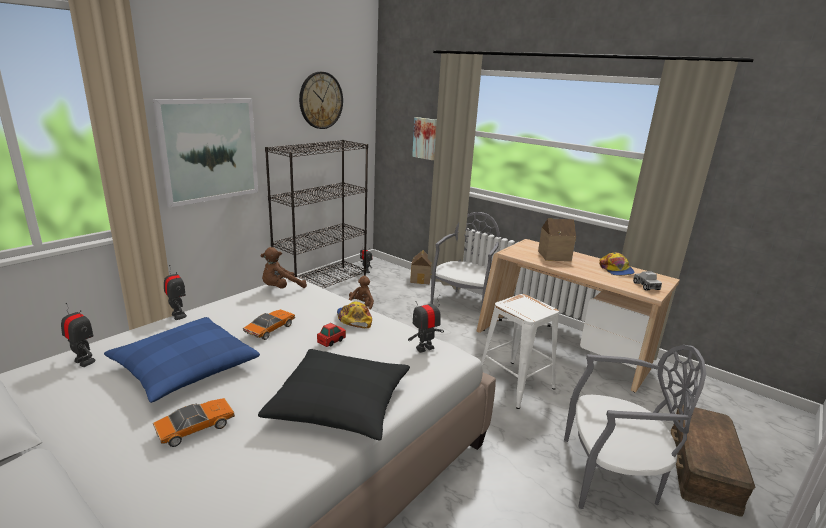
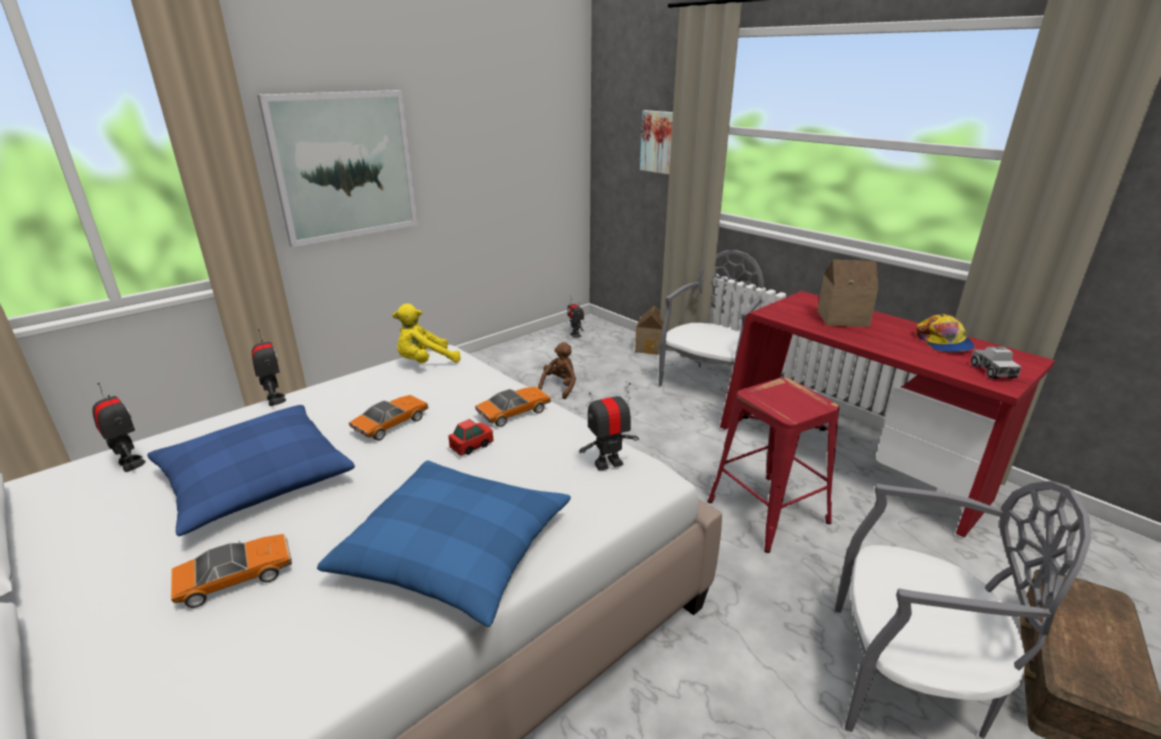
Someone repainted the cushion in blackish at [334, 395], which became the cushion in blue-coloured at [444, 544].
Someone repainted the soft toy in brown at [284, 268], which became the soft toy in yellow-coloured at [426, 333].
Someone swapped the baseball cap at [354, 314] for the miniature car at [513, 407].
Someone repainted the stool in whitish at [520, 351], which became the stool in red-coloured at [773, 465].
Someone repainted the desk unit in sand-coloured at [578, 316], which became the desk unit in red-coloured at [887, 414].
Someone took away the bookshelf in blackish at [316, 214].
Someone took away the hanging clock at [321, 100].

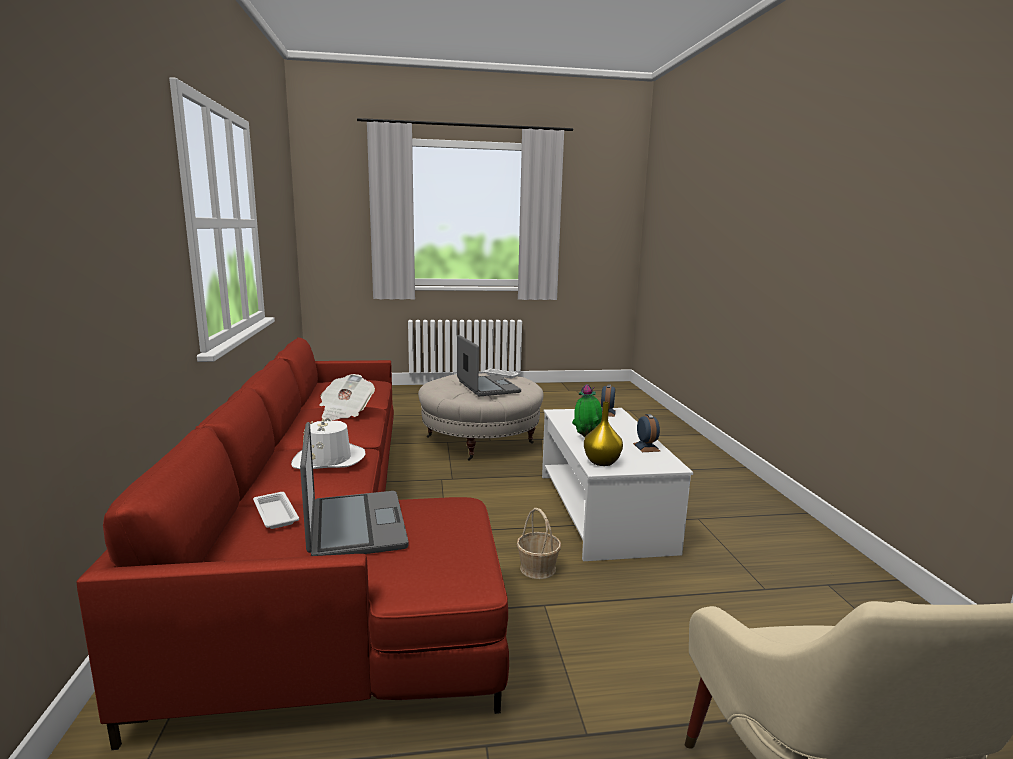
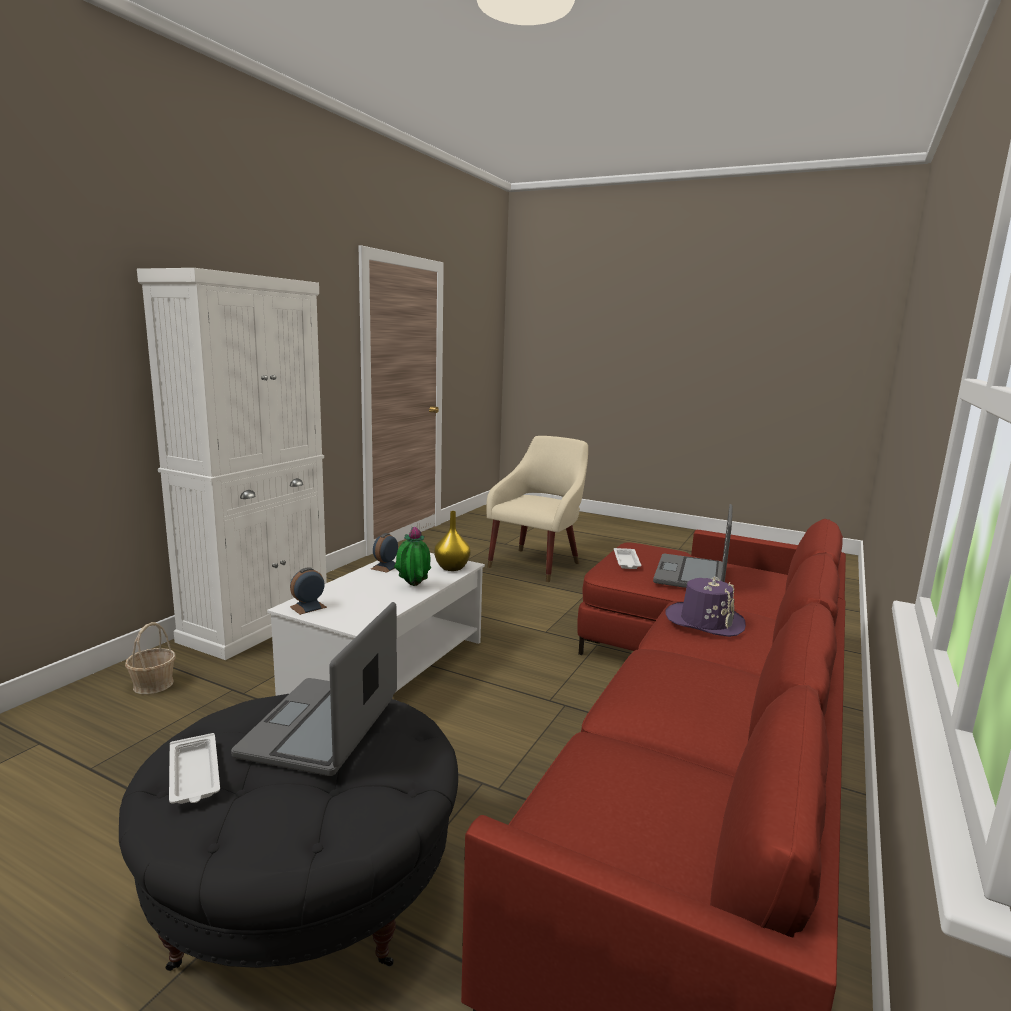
Someone repainted the ottoman in sand-coloured at [481, 417], which became the ottoman in blackish at [288, 832].
Someone carried the basket from [539, 543] to [150, 658].
Someone put down the cupboard in whitish at [232, 464].
Someone carried the serving tray in whitish from [276, 510] to [627, 558].
Someone repainted the clothing hat in whitish at [328, 443], which became the clothing hat in purplish at [705, 606].
Someone took away the printed paper at [347, 397].

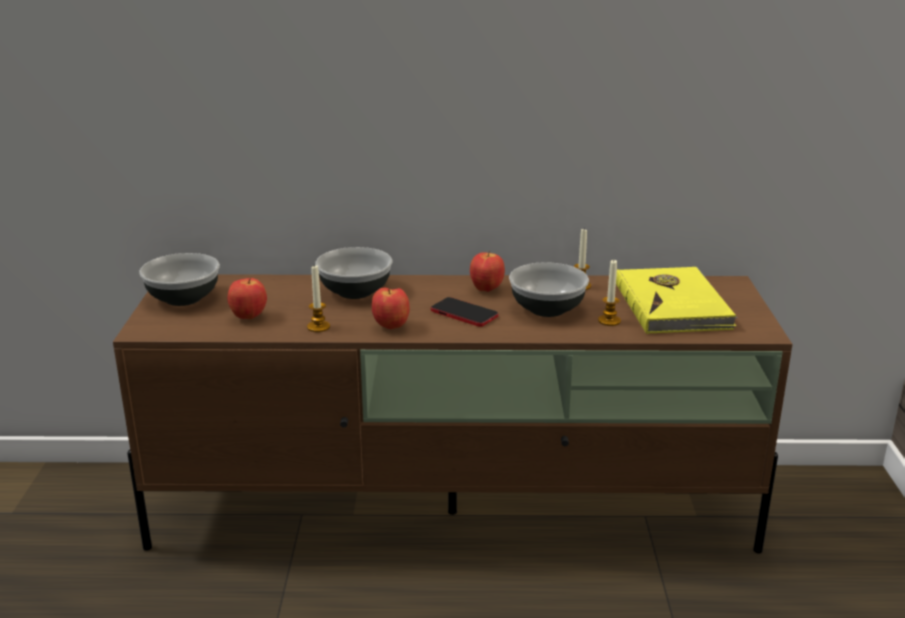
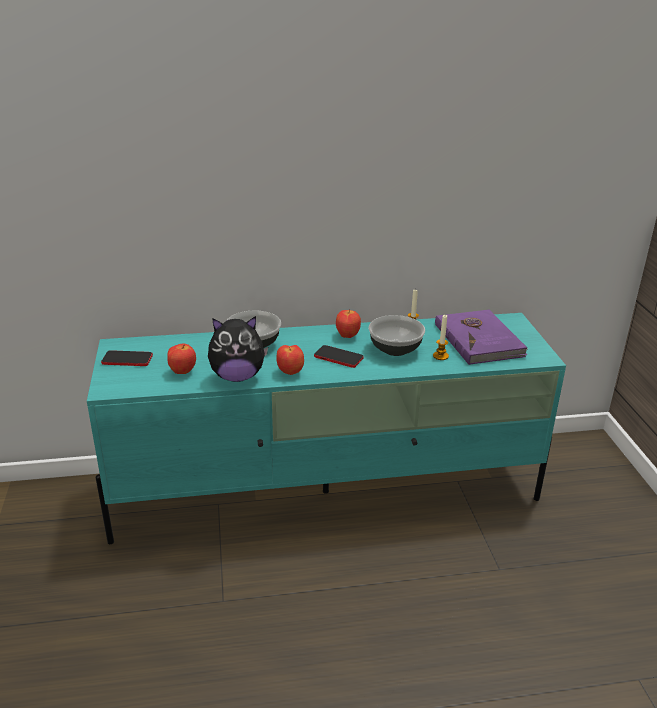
Someone repainted the tv unit in brown at [452, 413], which became the tv unit in blue-green at [326, 428].
Someone swapped the serving bowl at [179, 279] for the handset at [127, 358].
Someone swapped the candle at [318, 298] for the soft toy at [238, 349].
Someone repainted the volume in yellow-coloured at [676, 300], which became the volume in purplish at [481, 337].

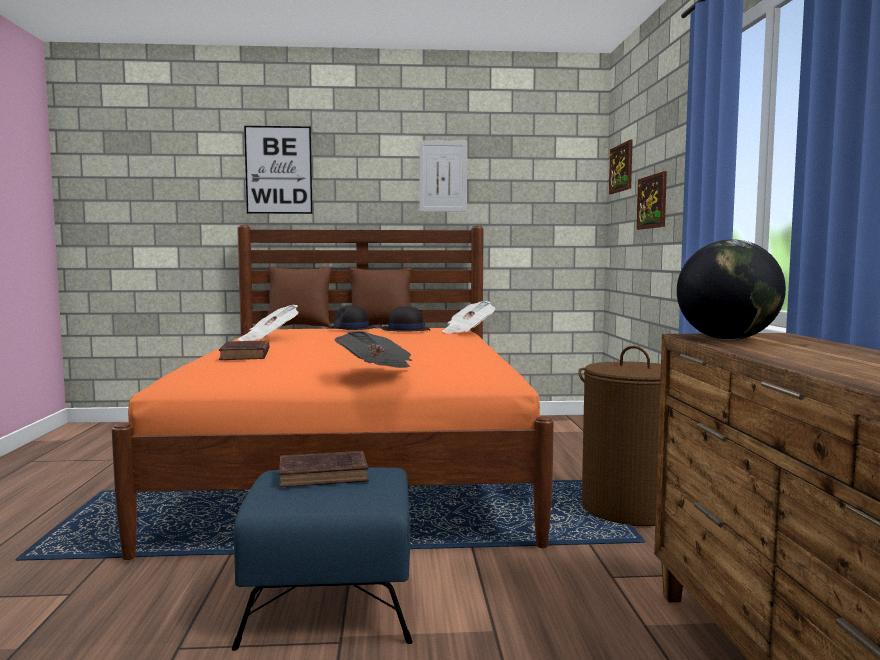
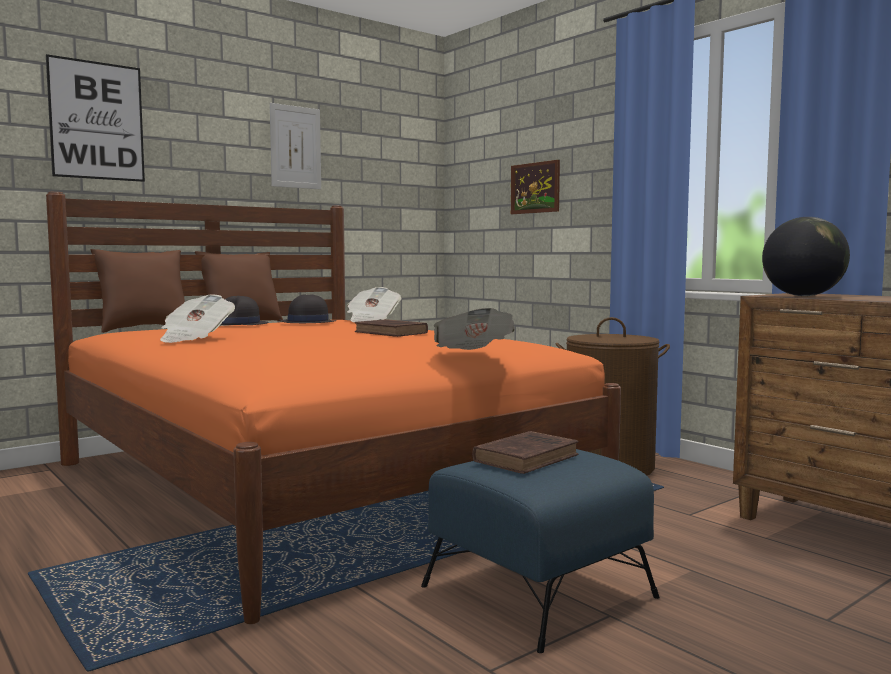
Someone carried the volume in brown from [244, 350] to [391, 328].
Someone took away the wall art at [621, 167].

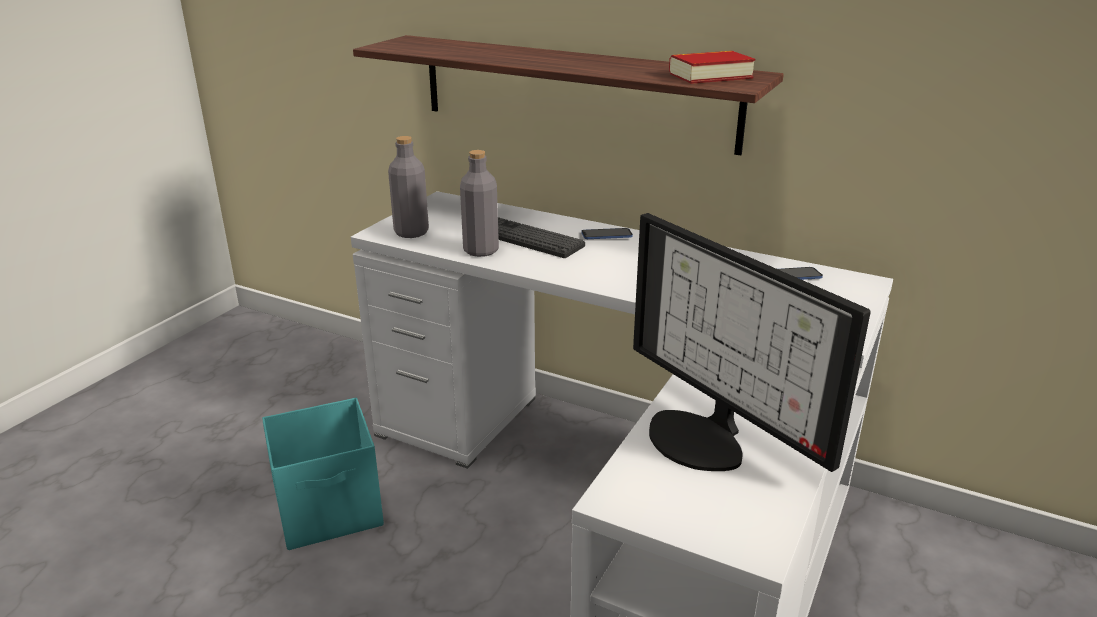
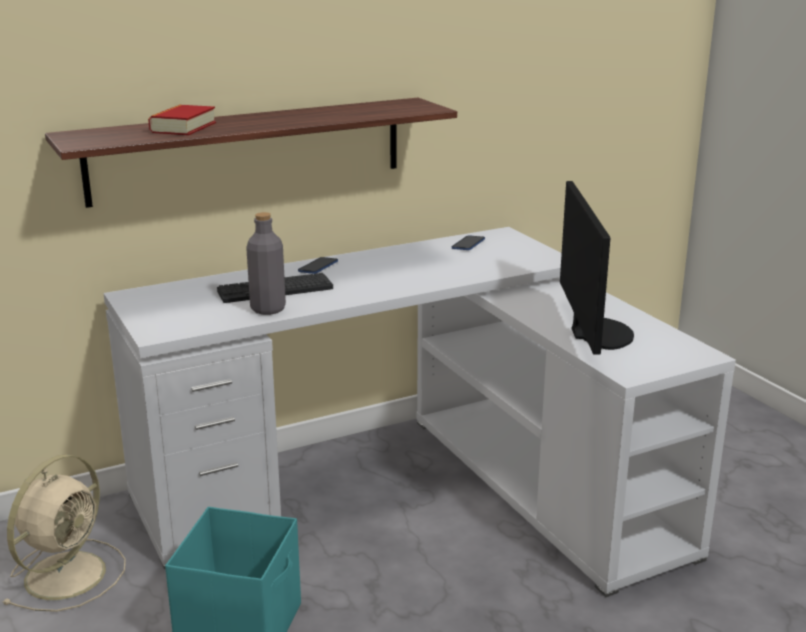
Someone put down the electric fan in sand-coloured at [64, 533].
Someone carried the volume from [712, 67] to [182, 120].
Someone rotated the computer display at [752, 342] by 90 degrees counterclockwise.
Someone took away the drink bottle in greyish at [408, 187].

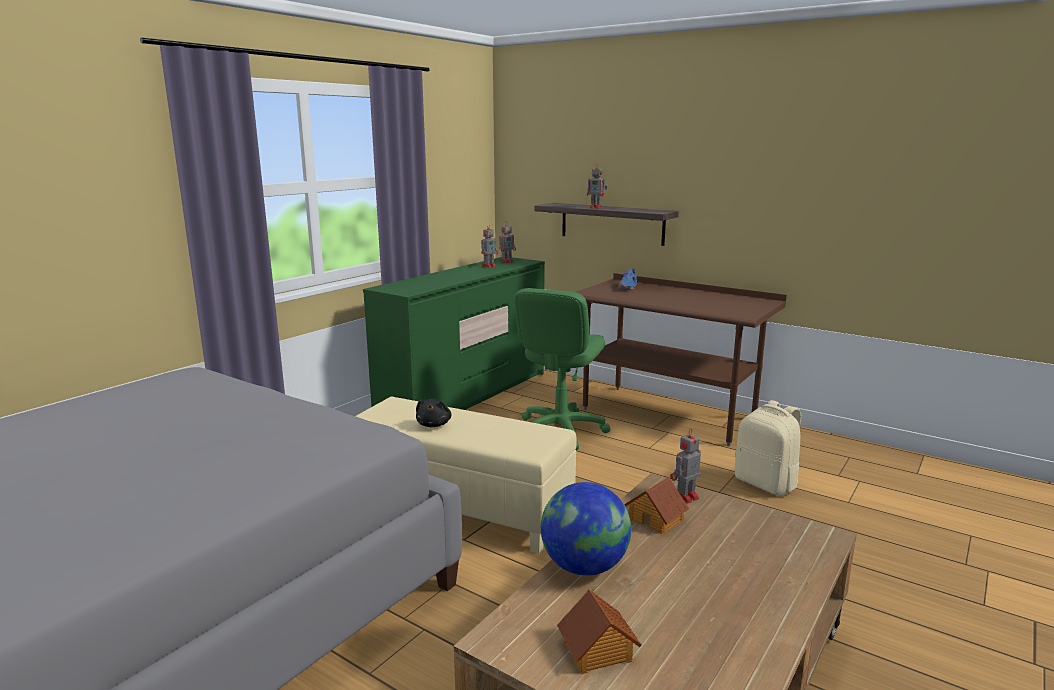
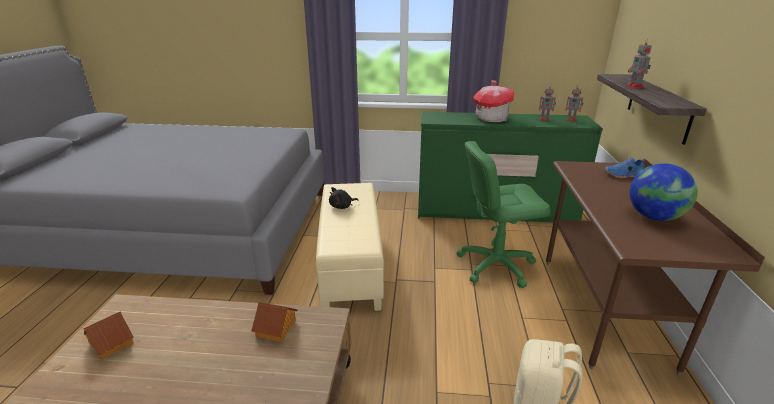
Someone put down the model house at [493, 101].
Someone carried the globe from [586, 529] to [663, 192].
Someone took away the model robot at [685, 466].

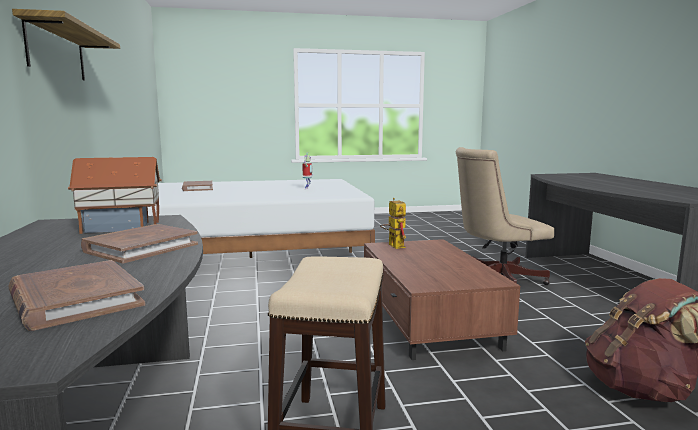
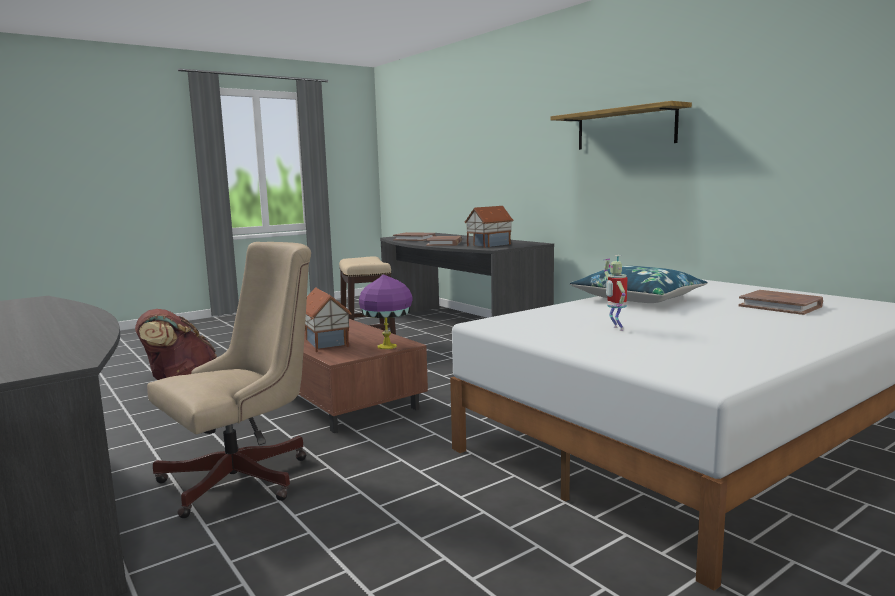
Someone put down the model house at [328, 319].
Someone swapped the model robot at [393, 223] for the tabletop lamp in purplish at [385, 311].
Someone put down the cushion in blue-coloured at [639, 284].

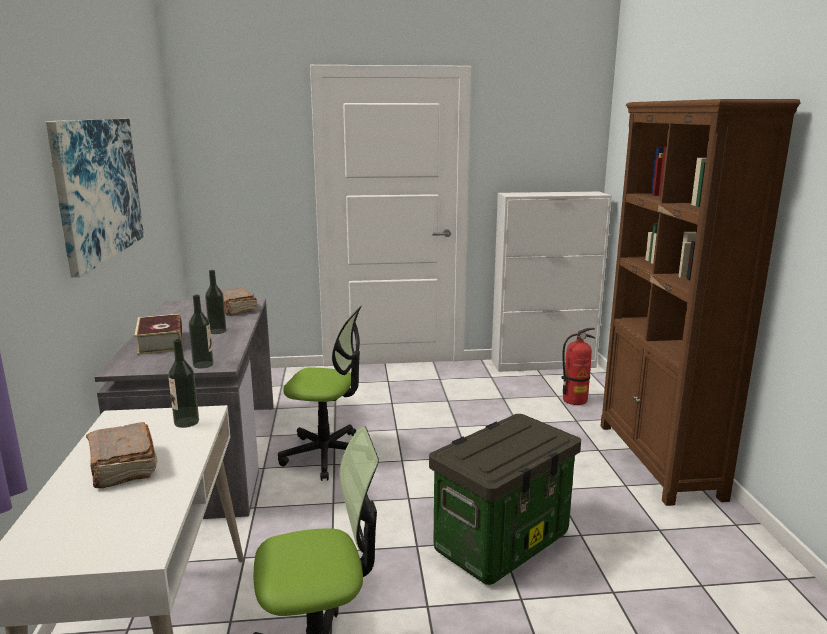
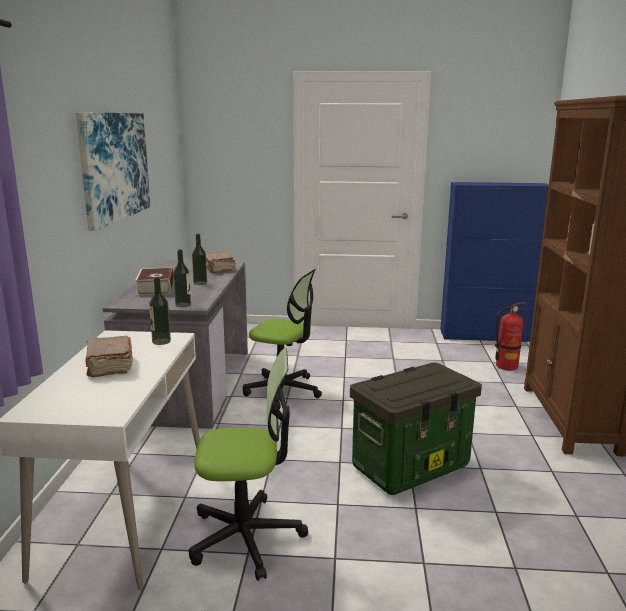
Someone repainted the cupboard in whitish at [551, 282], which became the cupboard in blue-coloured at [494, 262].

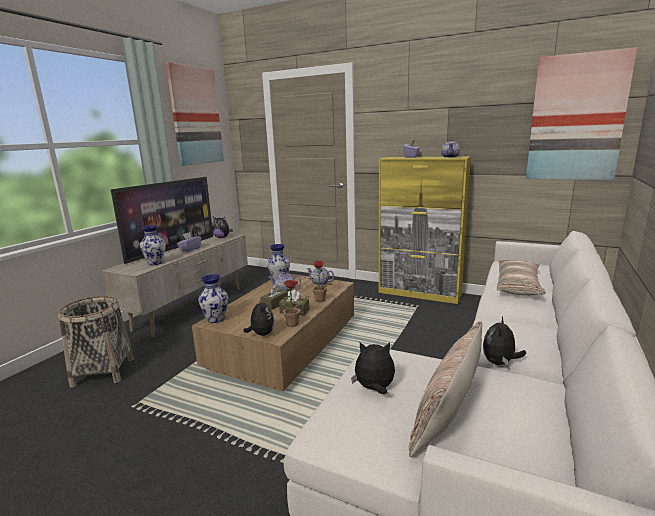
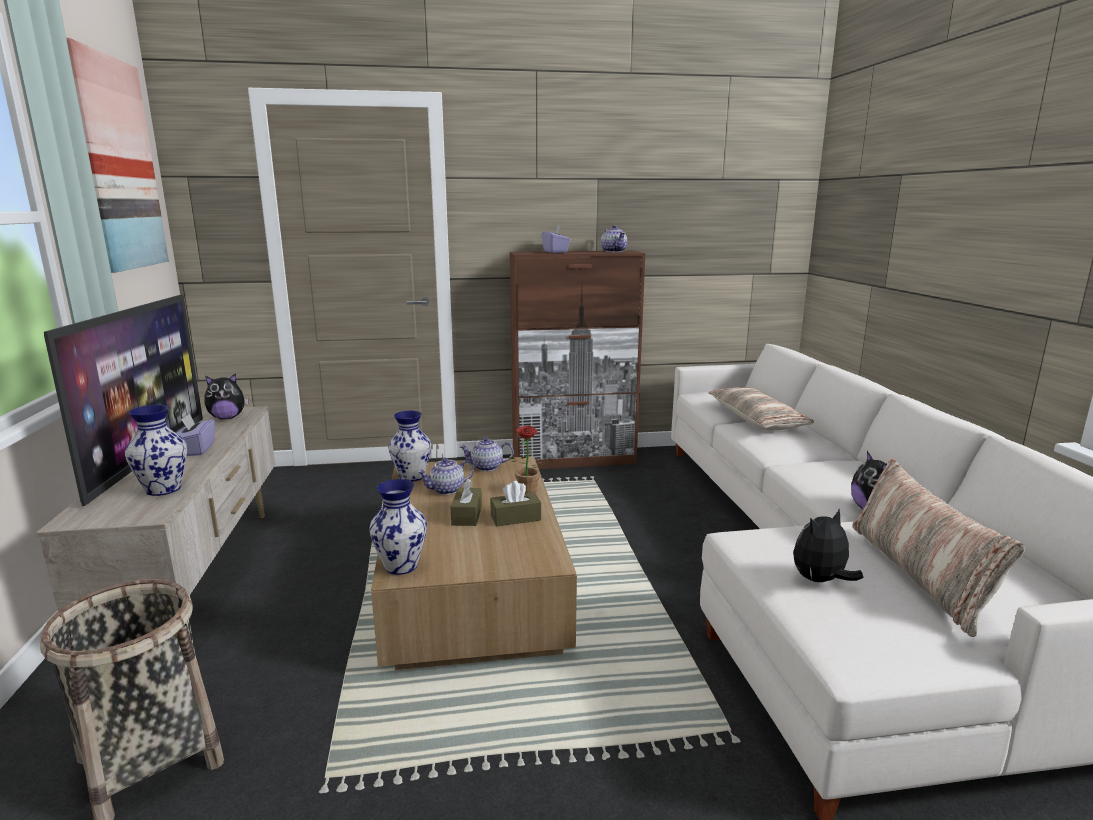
Someone repainted the cupboard in yellow-coloured at [425, 230], which became the cupboard in brown at [578, 360].
Someone took away the soft toy at [259, 317].
Someone took away the plant in a pot at [296, 303].
Someone took away the wall art at [581, 113].

